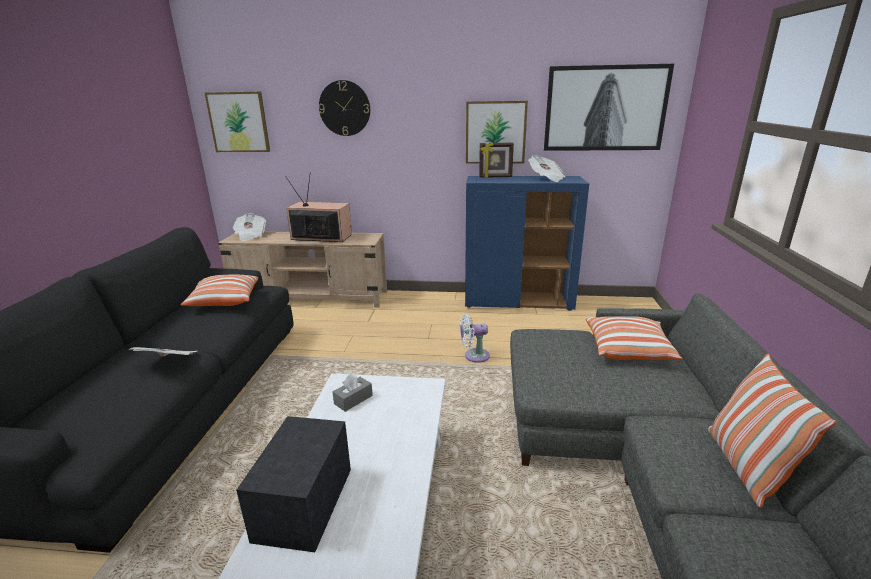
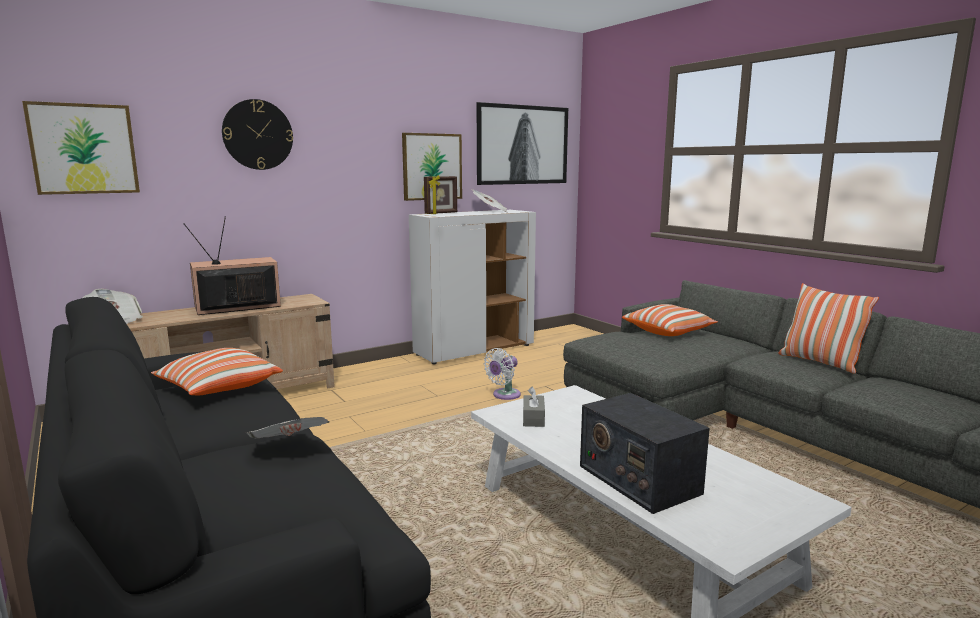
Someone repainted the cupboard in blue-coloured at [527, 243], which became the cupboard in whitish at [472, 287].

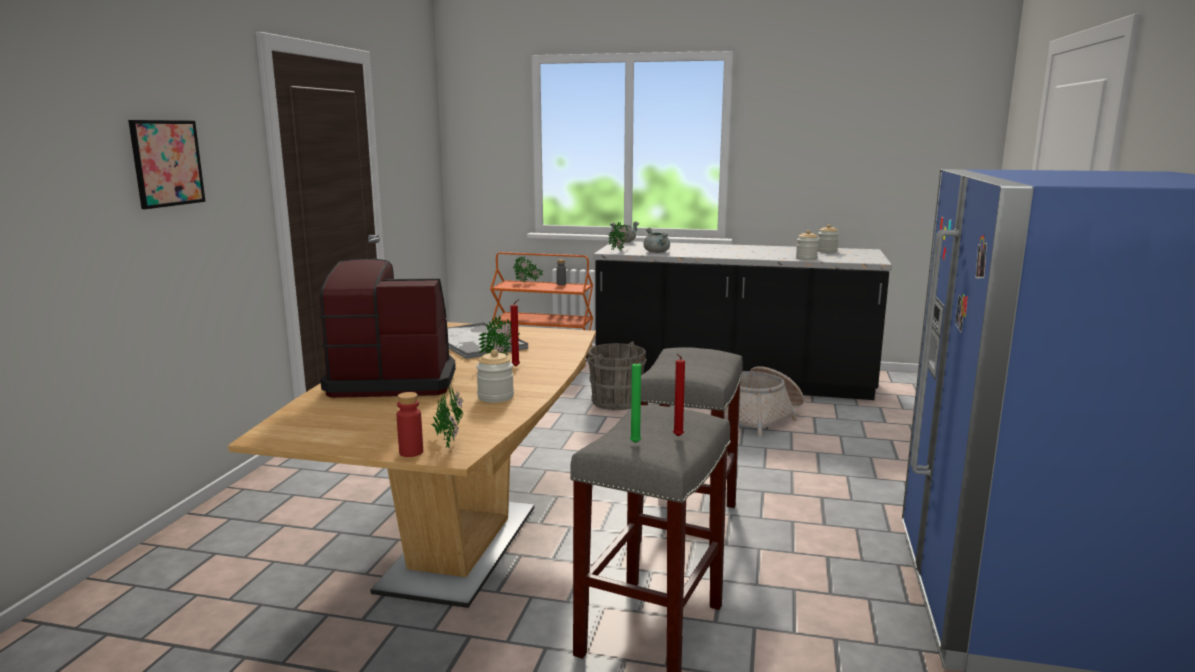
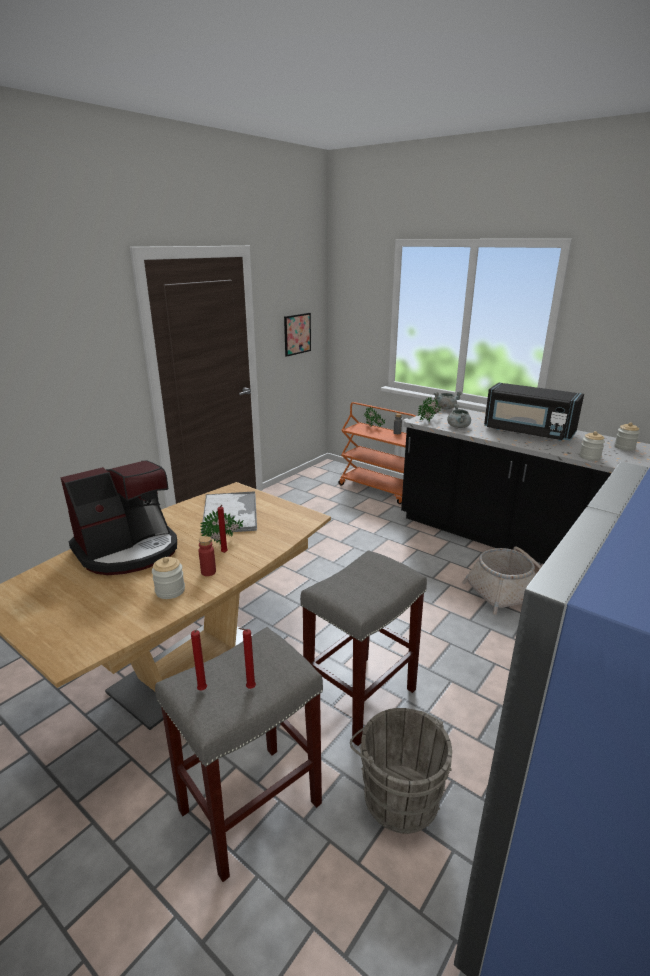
Someone rotated the coffee maker at [387, 328] by 120 degrees clockwise.
Someone repainted the candle in greenish at [637, 400], which became the candle in red-coloured at [199, 660].
Someone carried the drink bottle in red-coloured from [410, 424] to [207, 556].
Someone carried the wall art from [167, 164] to [297, 335].
Someone carried the pail in greyish from [616, 376] to [401, 771].
Someone put down the microwave in blackish at [534, 412].
Someone took away the plant in a pot at [447, 415].

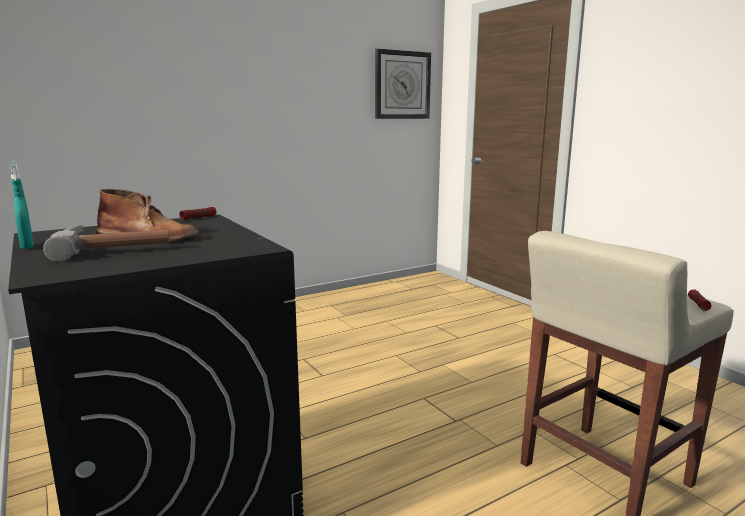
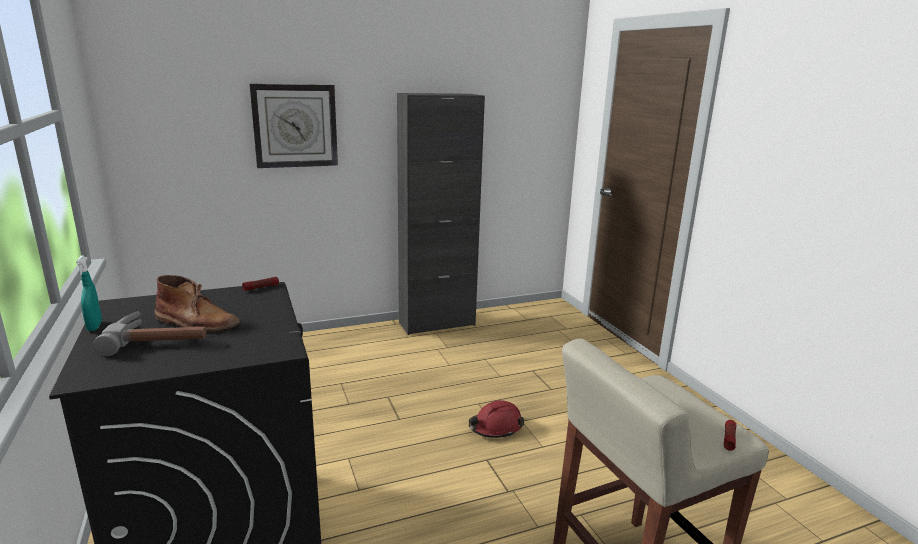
Someone carried the hanging clock from [403, 84] to [293, 126].
Someone put down the cupboard in blackish at [441, 214].
Someone put down the safety helmet in red-coloured at [496, 419].

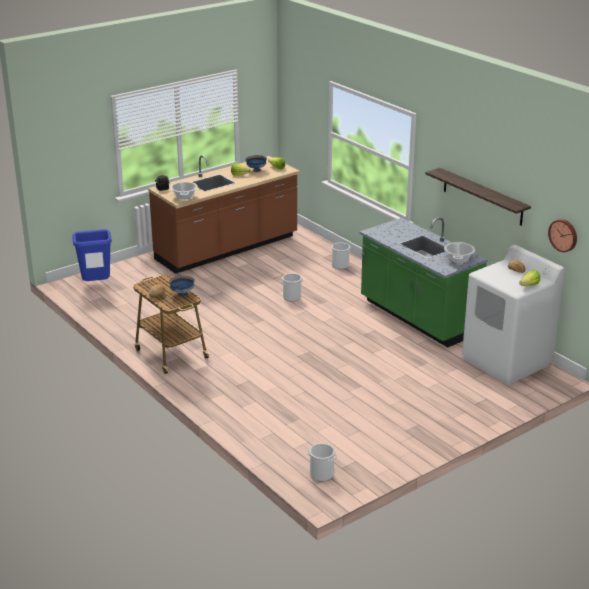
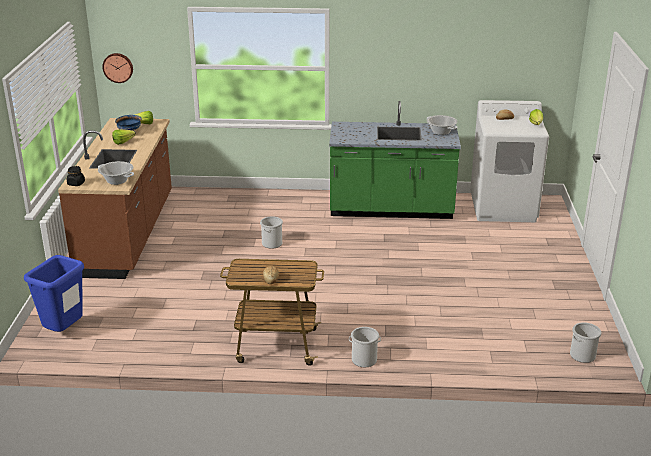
Someone carried the hanging clock from [562, 235] to [117, 68].
Someone carried the pail from [340, 256] to [365, 347].
Someone took away the serving bowl in blue-coloured at [182, 286].
Someone took away the bracket shelf at [478, 197].

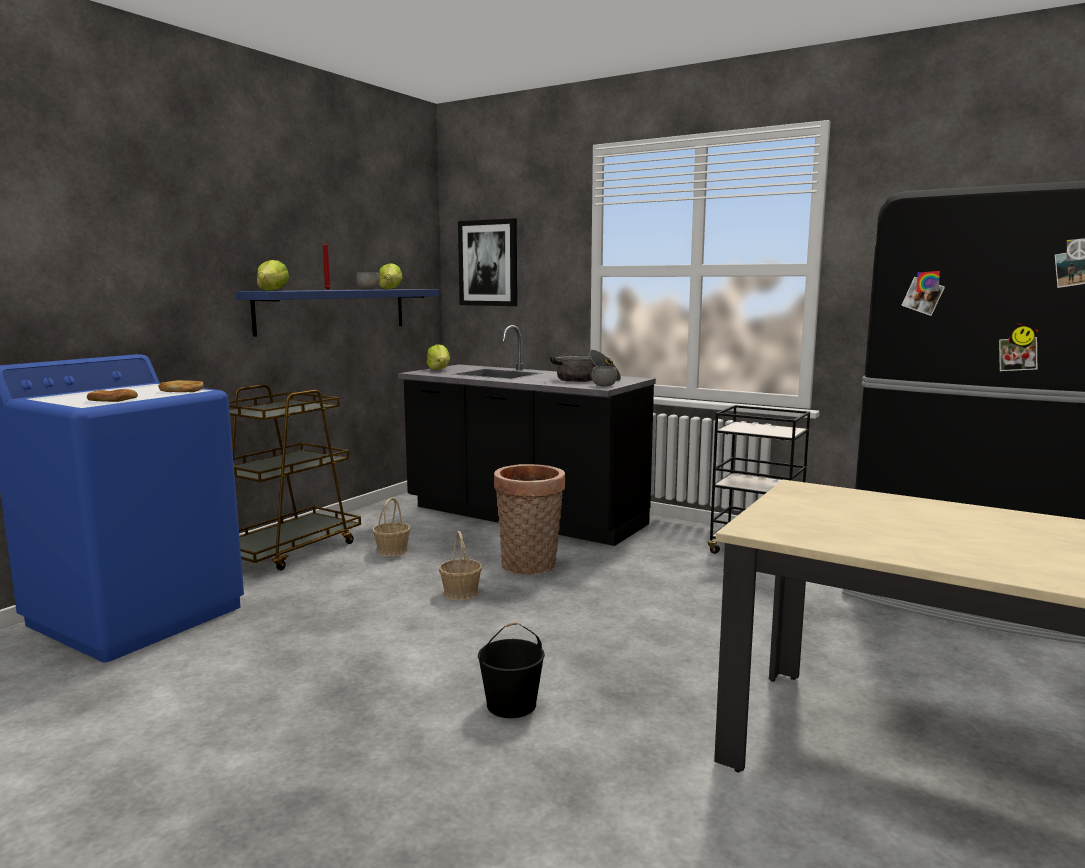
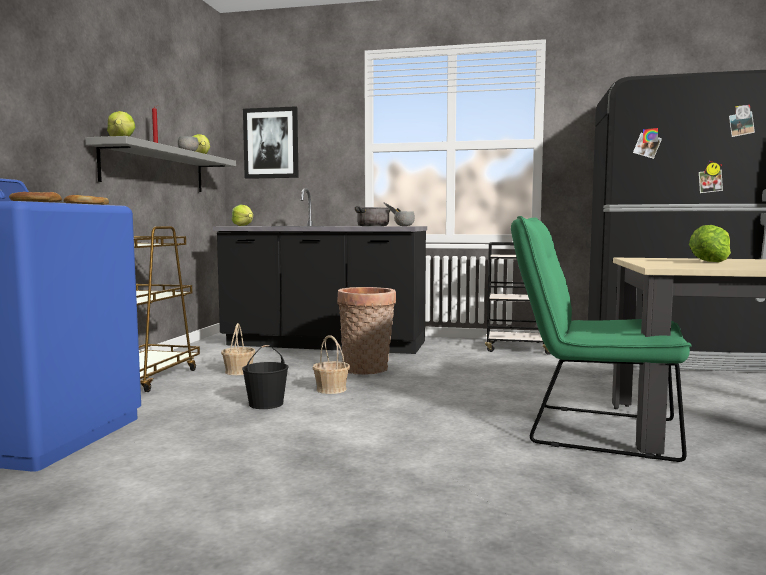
Someone repainted the bracket shelf in blue-coloured at [337, 313], which became the bracket shelf in greyish at [160, 164].
Someone carried the pail in blackish from [511, 670] to [265, 377].
Someone put down the upright chair in greenish at [601, 339].
Someone put down the head of lettuce at [710, 243].

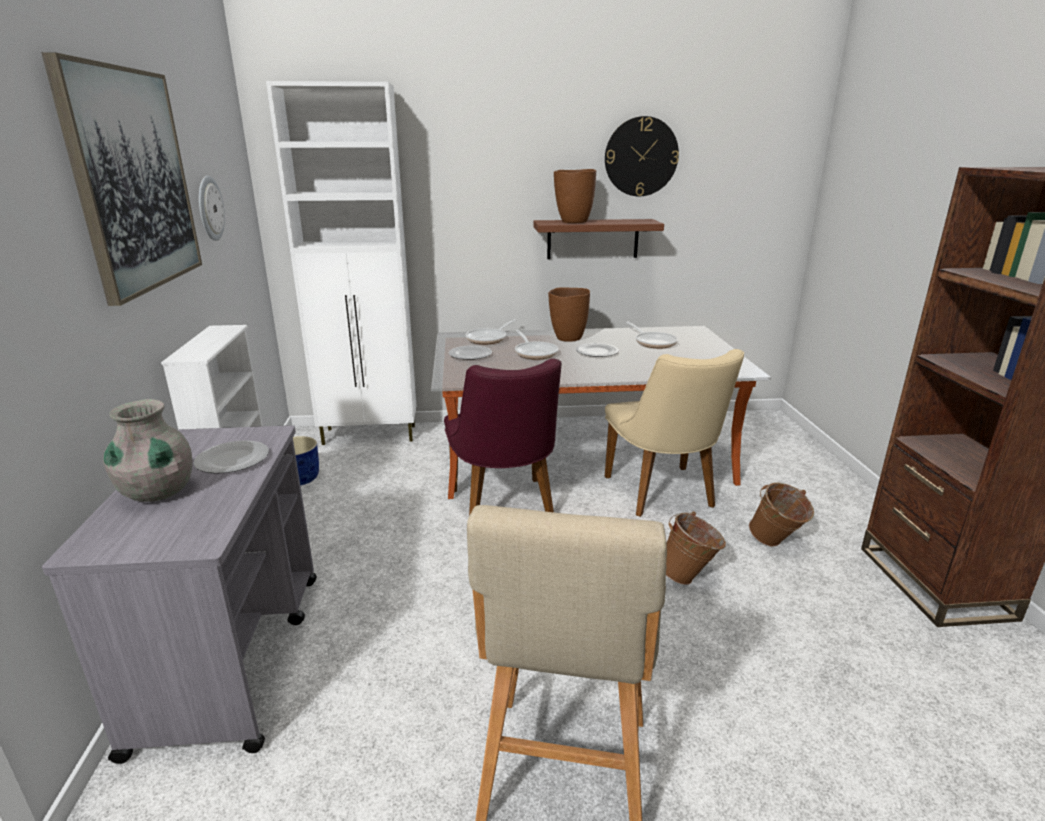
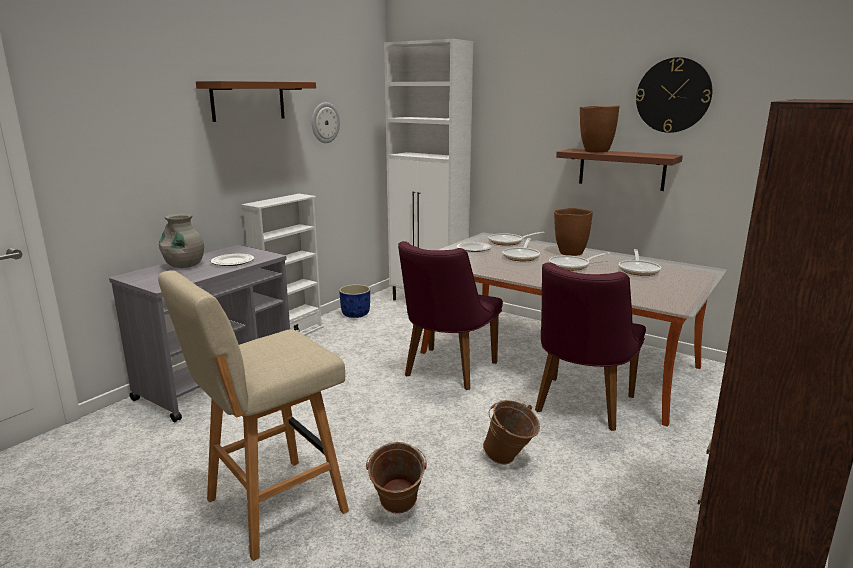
Someone swapped the wall art at [121, 179] for the bracket shelf in brown at [256, 101].
Someone carried the pail in brown from [781, 514] to [396, 478].
Someone repainted the upright chair in sand-coloured at [674, 433], which became the upright chair in purplish at [590, 346].
Someone swapped the flat dish at [597, 350] for the skillet at [580, 261].

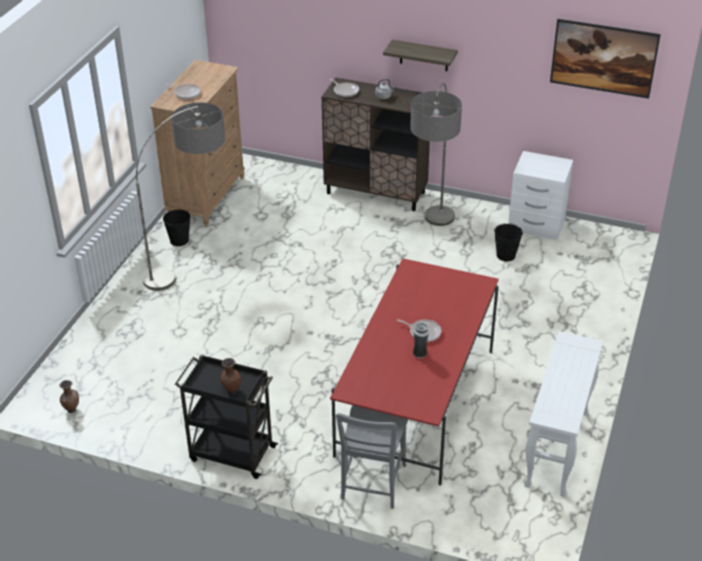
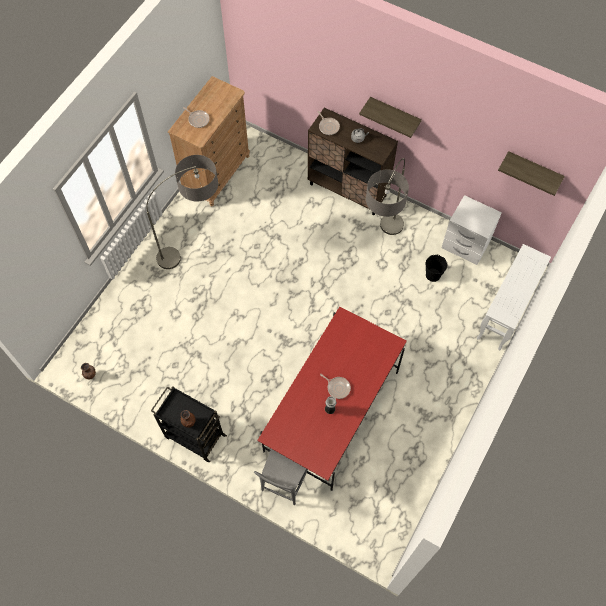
Someone carried the hall table in whitish from [563, 414] to [514, 297].
Someone swapped the wall art at [605, 59] for the bracket shelf at [531, 173].
Someone took away the pail in blackish at [177, 227].

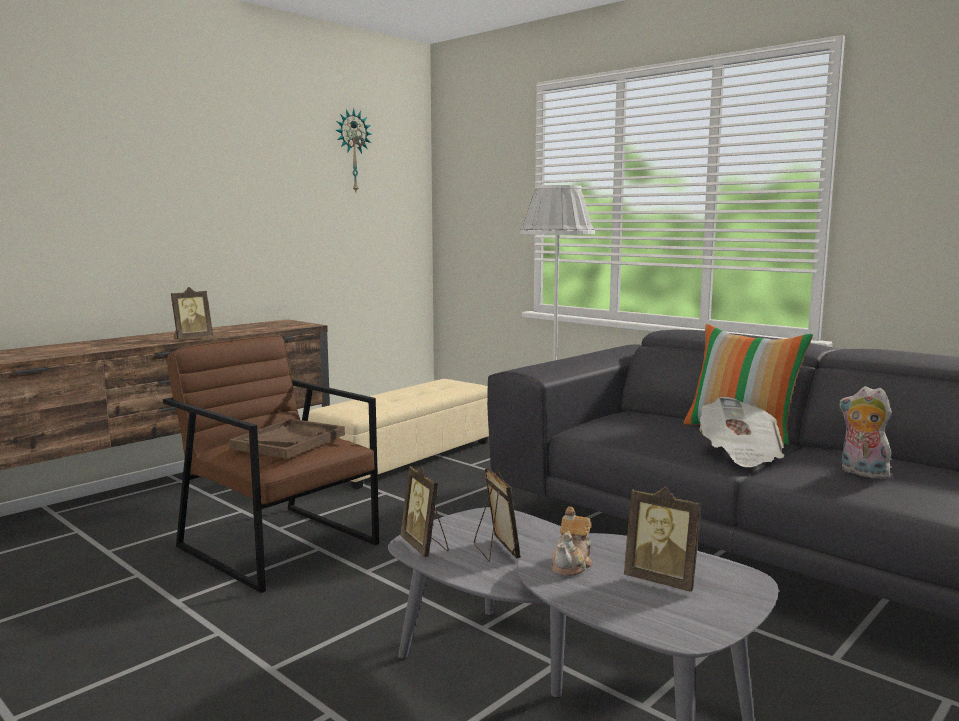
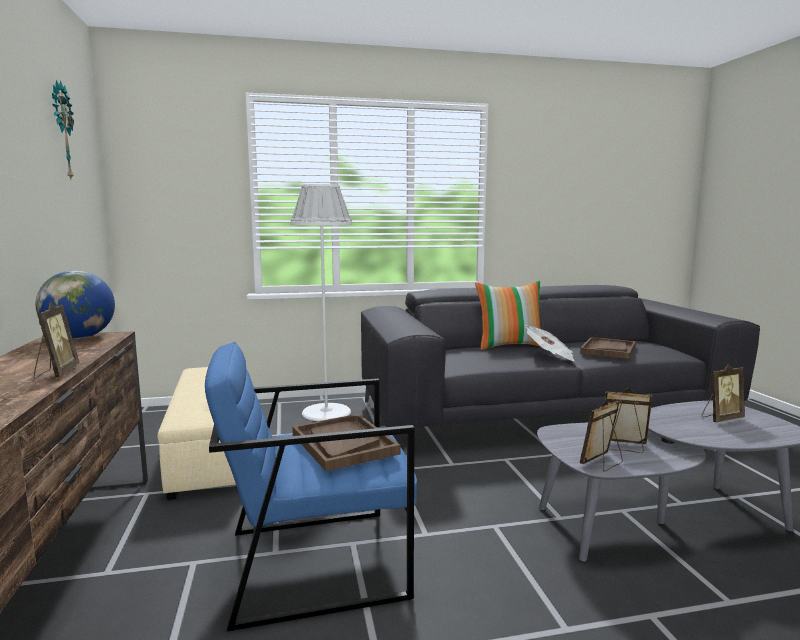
Someone put down the globe at [75, 305].
Someone repainted the lounge chair in brown at [271, 464], which became the lounge chair in blue-coloured at [311, 487].
Someone swapped the soft toy at [866, 432] for the serving tray in brown at [608, 348].
Someone rotated the standing frame at [424, 511] by 135 degrees clockwise.
Someone took away the teapot at [572, 541].

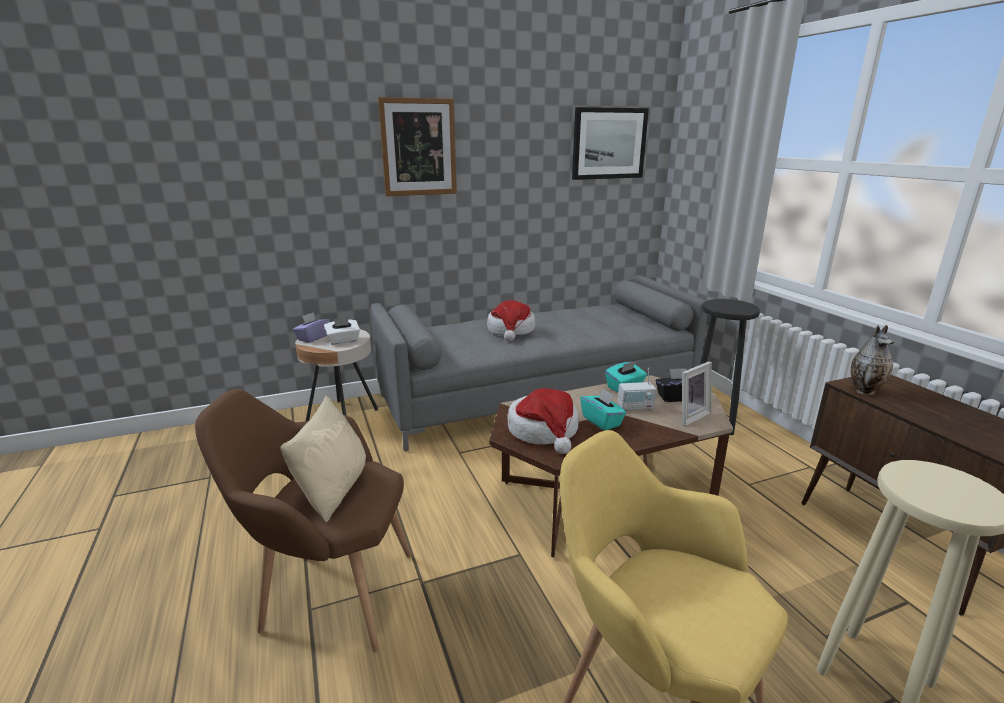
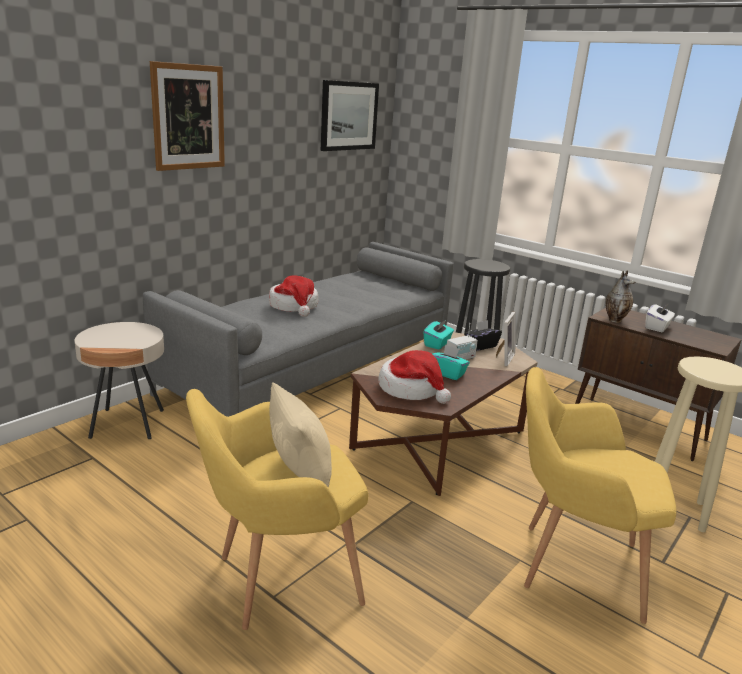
Someone repainted the lounge chair in brown at [303, 520], which became the lounge chair in yellow-coloured at [277, 509].
Someone carried the tissue holder in whitish from [342, 331] to [660, 317].
Someone took away the tissue holder in purplish at [311, 327].

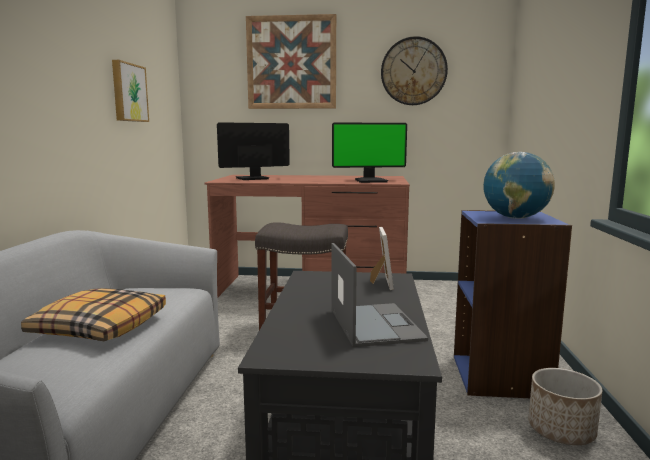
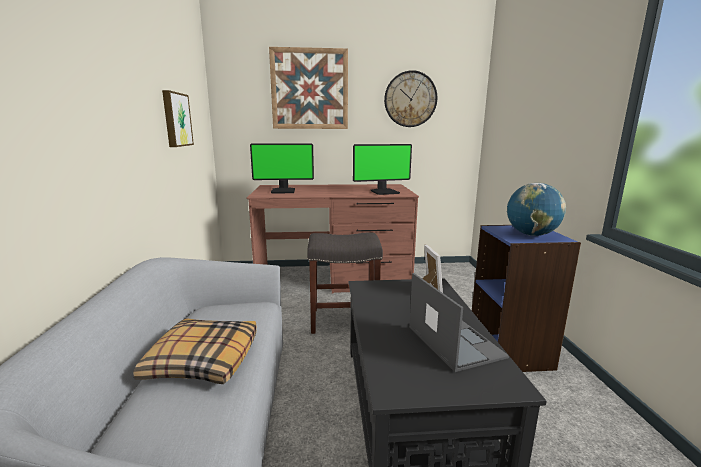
Someone rotated the computer display at [253, 151] by 150 degrees counterclockwise.
Someone took away the planter at [565, 406].

